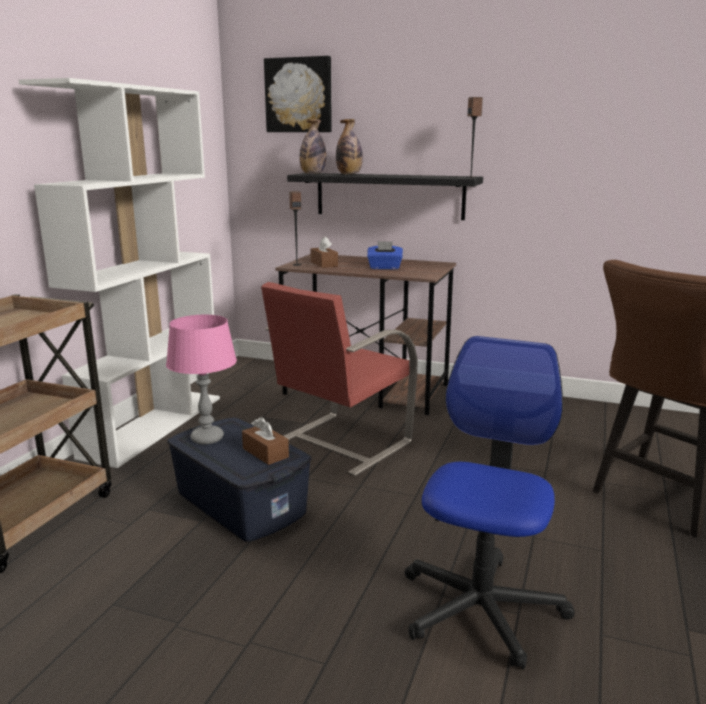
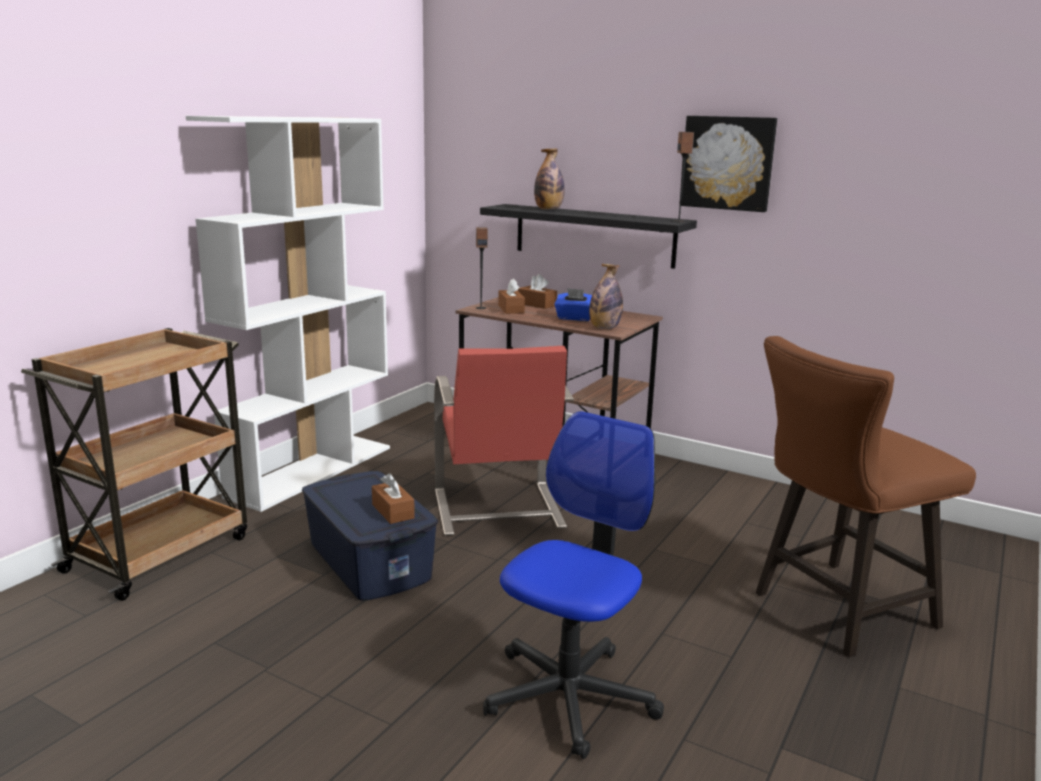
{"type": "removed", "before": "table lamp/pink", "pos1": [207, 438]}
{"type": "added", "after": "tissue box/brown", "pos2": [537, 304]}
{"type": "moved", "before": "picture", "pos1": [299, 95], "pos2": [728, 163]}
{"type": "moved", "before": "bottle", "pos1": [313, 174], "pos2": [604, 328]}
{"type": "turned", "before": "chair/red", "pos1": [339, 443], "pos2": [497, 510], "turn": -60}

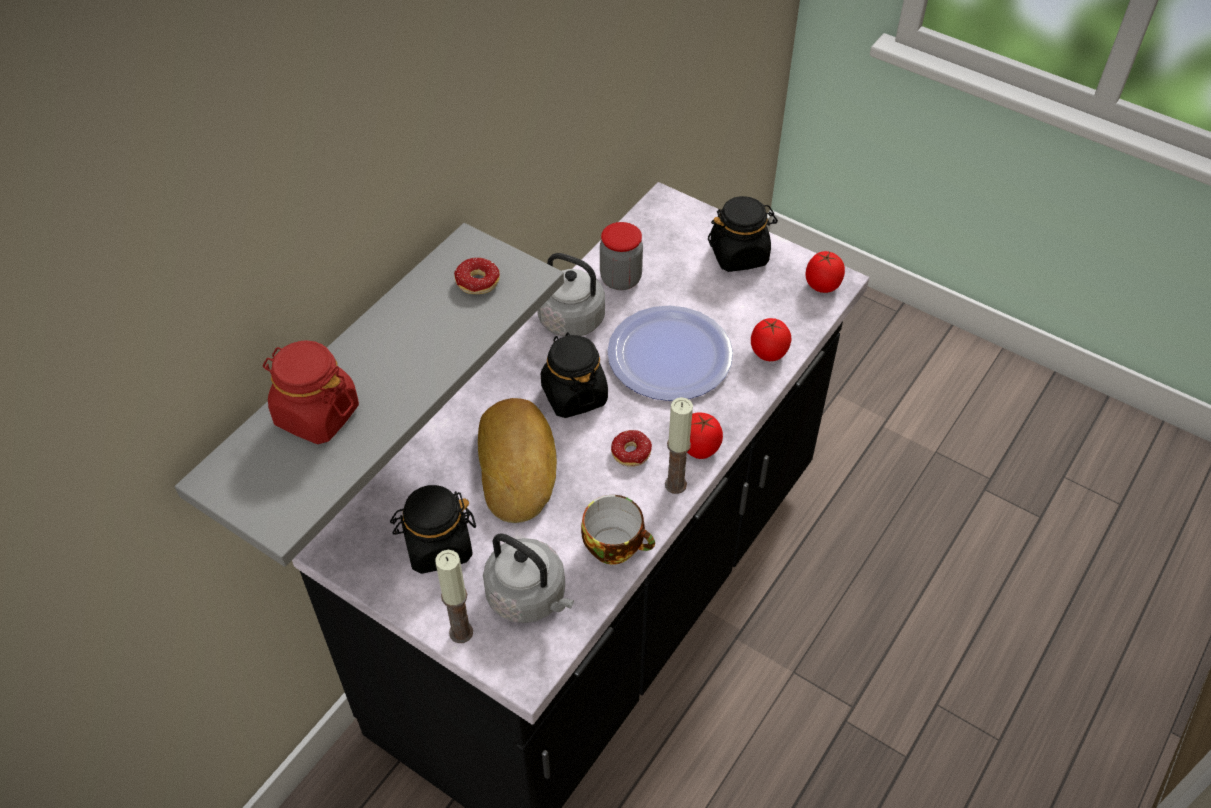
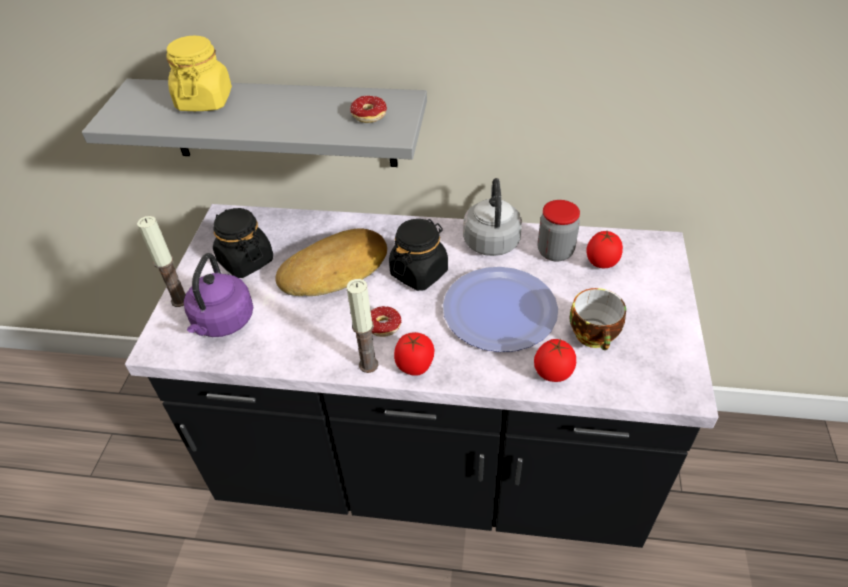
{"type": "removed", "before": "jar/black", "pos1": [739, 254]}
{"type": "moved", "before": "cup", "pos1": [616, 546], "pos2": [595, 336]}
{"type": "moved", "before": "tomato", "pos1": [822, 286], "pos2": [601, 263]}
{"type": "recoloured", "before": "jar/red", "after": "jar/yellow", "pos1": [316, 414], "pos2": [205, 100]}
{"type": "recoloured", "before": "kettle/grey", "after": "kettle/purple", "pos1": [529, 597], "pos2": [222, 322]}

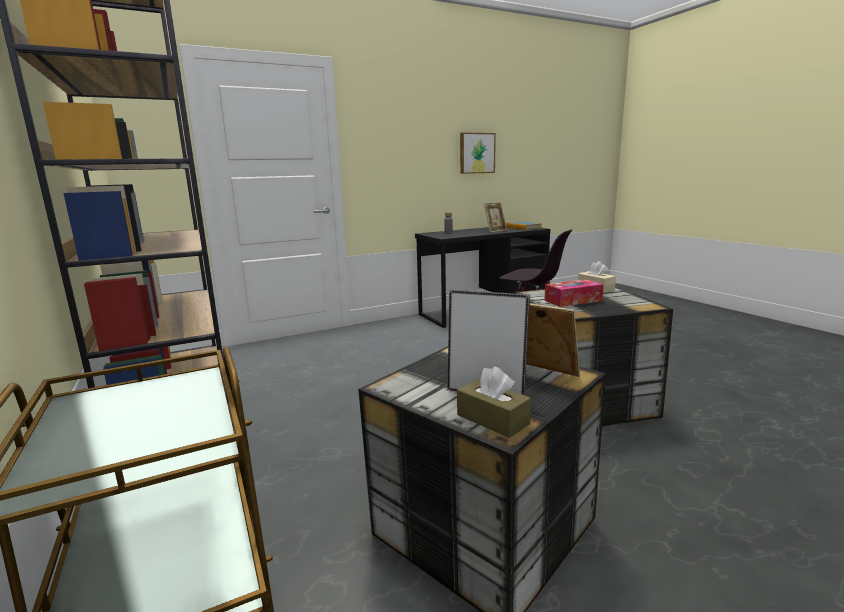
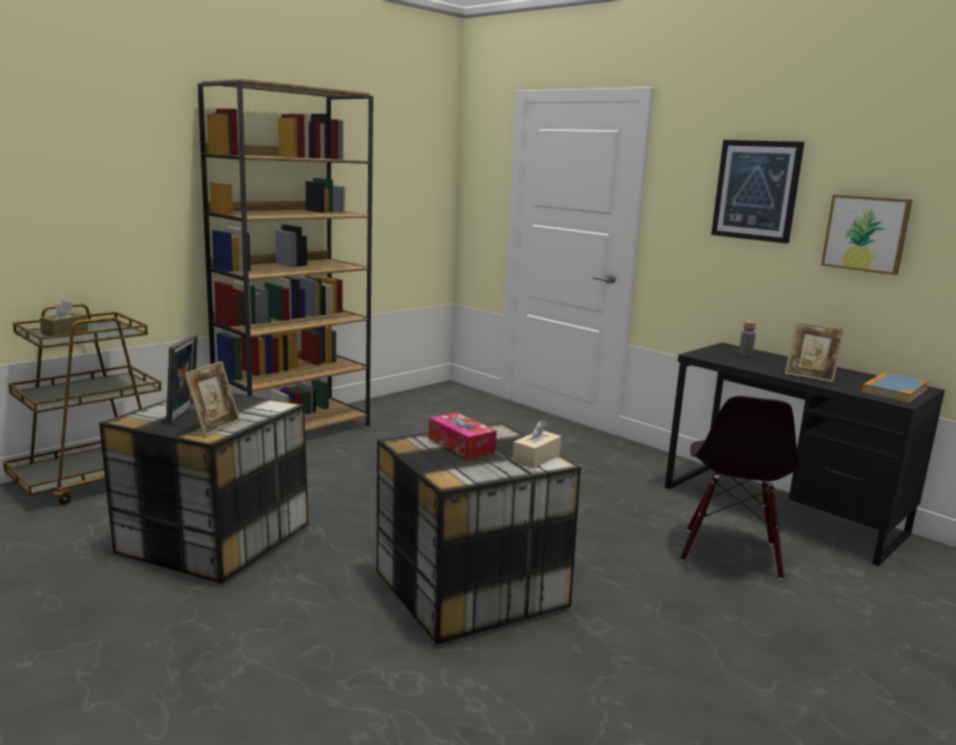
{"type": "added", "after": "picture", "pos2": [756, 190]}
{"type": "moved", "before": "tissue box/brown", "pos1": [492, 419], "pos2": [65, 332]}

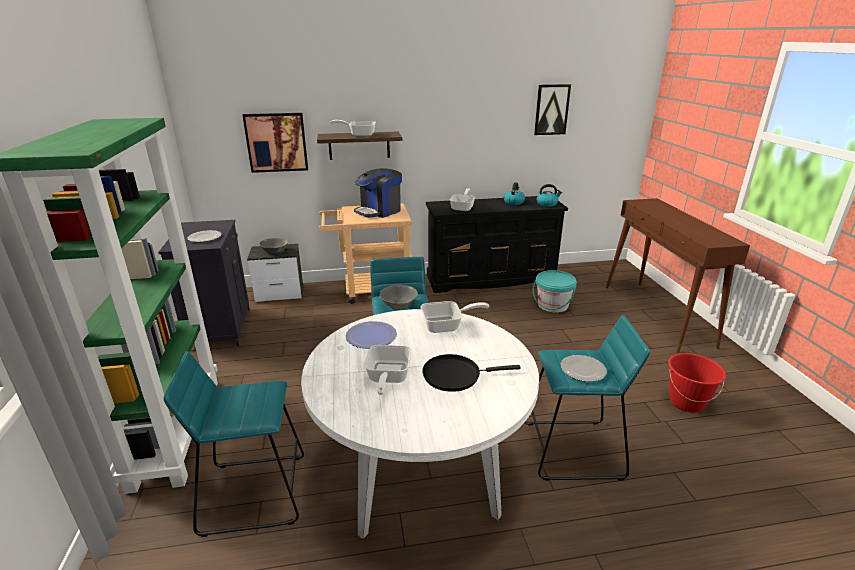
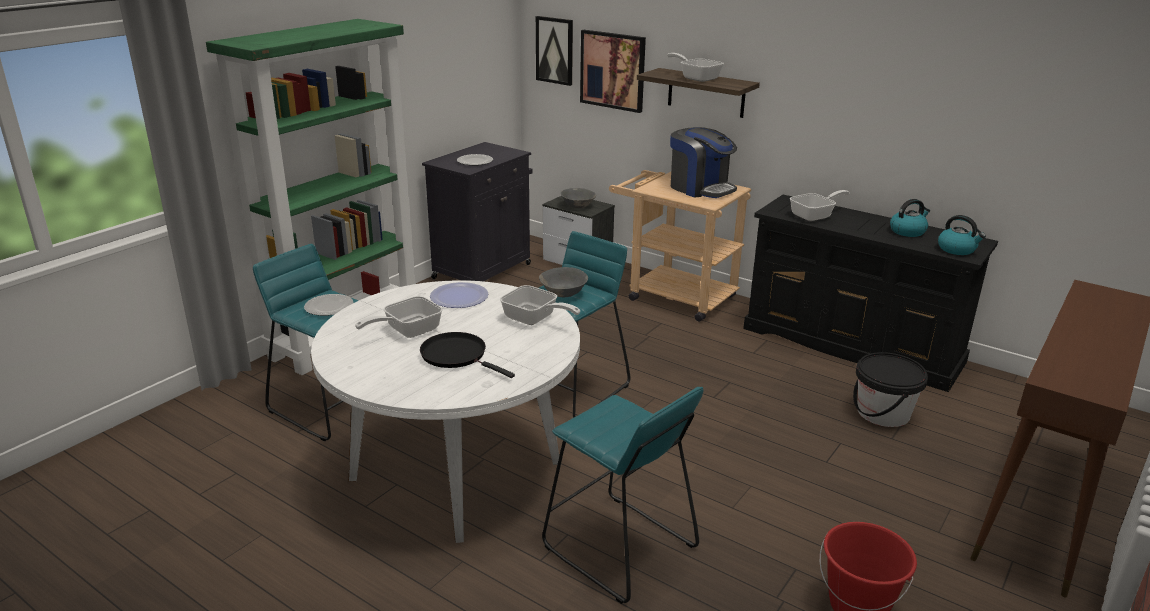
{"type": "moved", "before": "picture", "pos1": [551, 109], "pos2": [555, 50]}
{"type": "moved", "before": "plate", "pos1": [582, 370], "pos2": [328, 307]}
{"type": "recoloured", "before": "bucket/turquoise", "after": "bucket/black", "pos1": [552, 305], "pos2": [883, 413]}
{"type": "turned", "before": "coffee machine", "pos1": [379, 211], "pos2": [700, 188], "turn": -135}

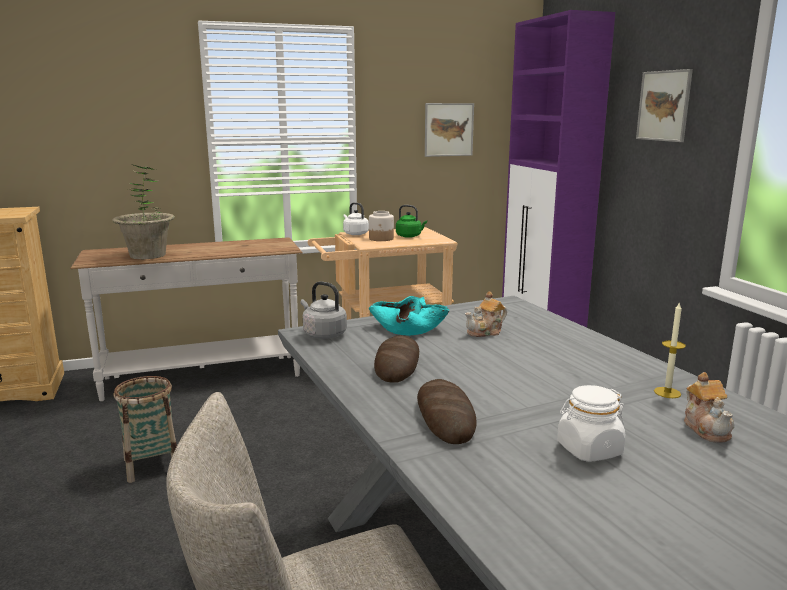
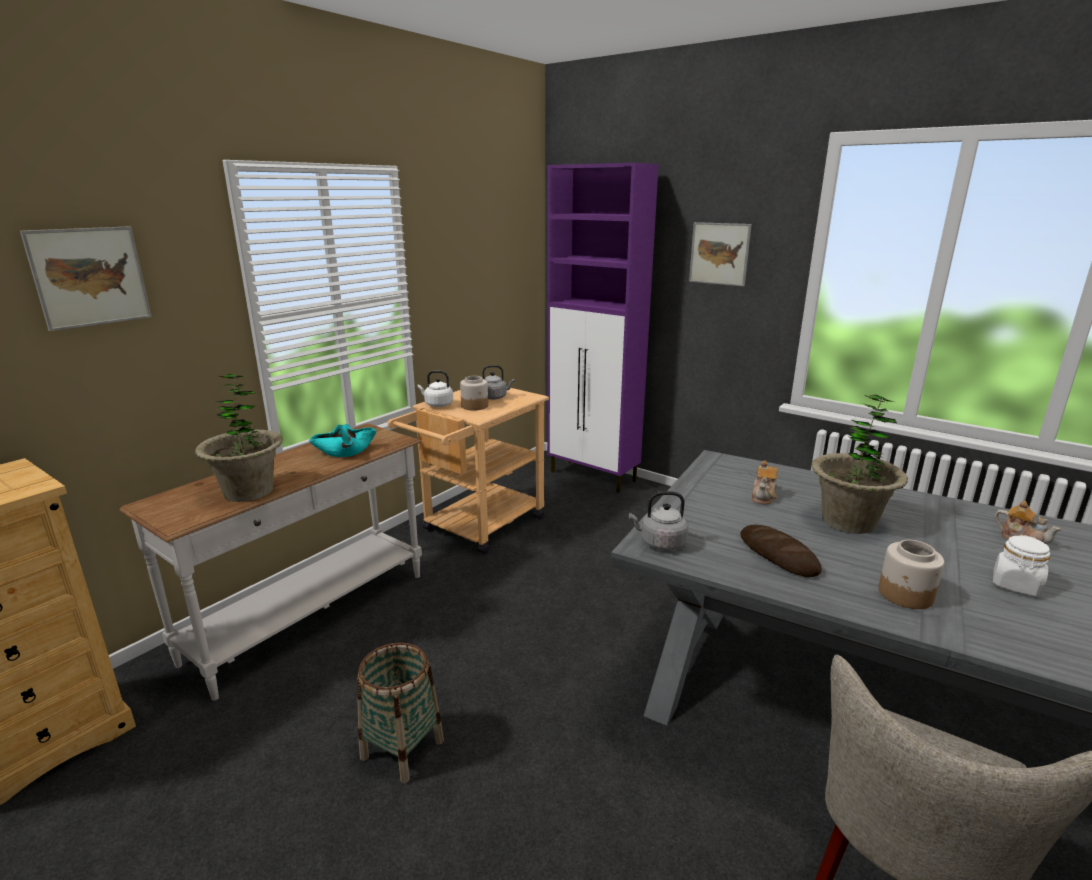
{"type": "removed", "before": "candle", "pos1": [667, 392]}
{"type": "added", "after": "potted plant", "pos2": [848, 521]}
{"type": "moved", "before": "bowl/turquoise", "pos1": [408, 328], "pos2": [345, 450]}
{"type": "moved", "before": "picture", "pos1": [448, 129], "pos2": [90, 277]}
{"type": "replaced", "before": "bread", "after": "jar", "pos1": [445, 417], "pos2": [905, 595]}
{"type": "recoloured", "before": "kettle/green", "after": "kettle/grey", "pos1": [410, 236], "pos2": [495, 397]}

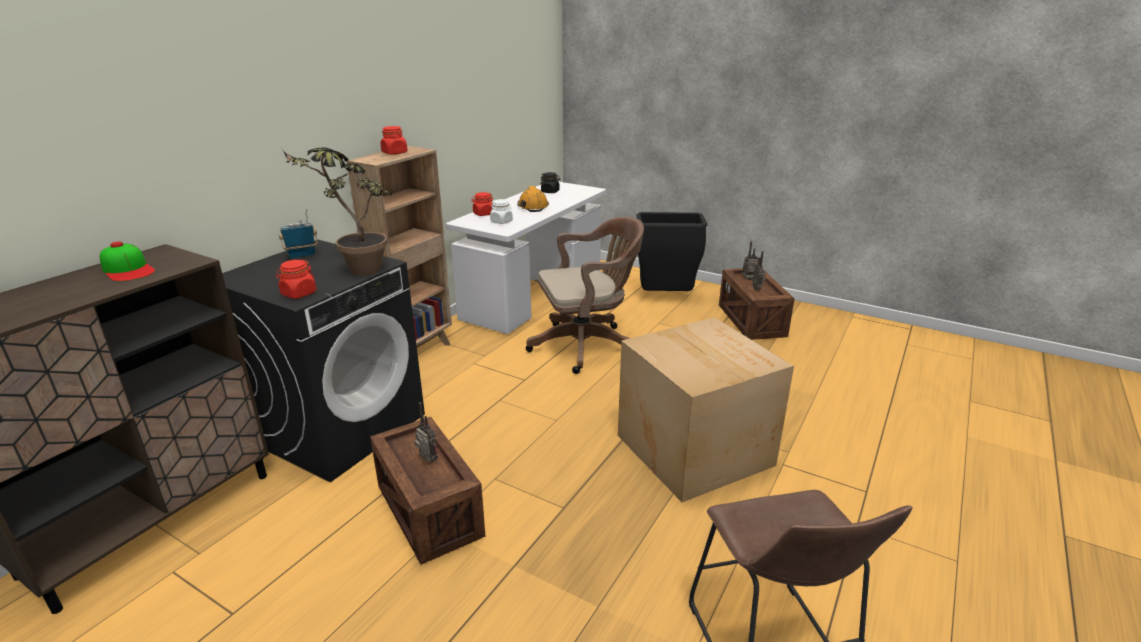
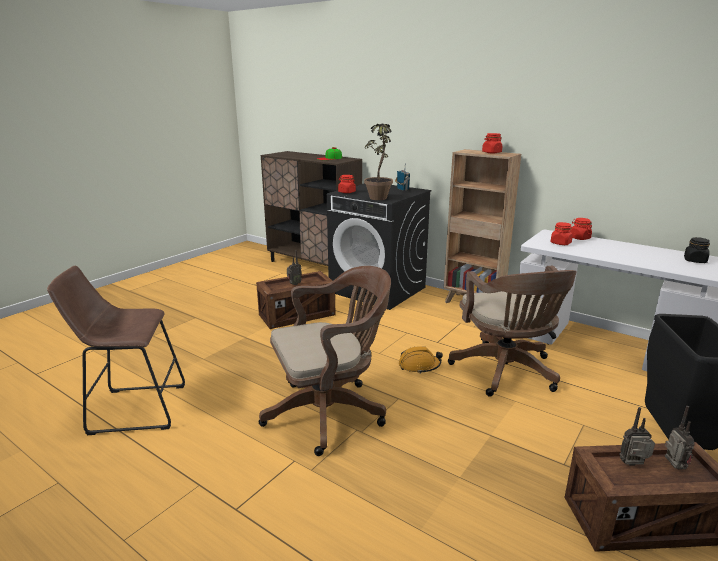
{"type": "moved", "before": "hard hat/orange", "pos1": [532, 206], "pos2": [419, 366]}
{"type": "replaced", "before": "cardboard box", "after": "office chair/brown", "pos1": [694, 448], "pos2": [330, 412]}
{"type": "recoloured", "before": "jar/white", "after": "jar/red", "pos1": [501, 222], "pos2": [560, 243]}

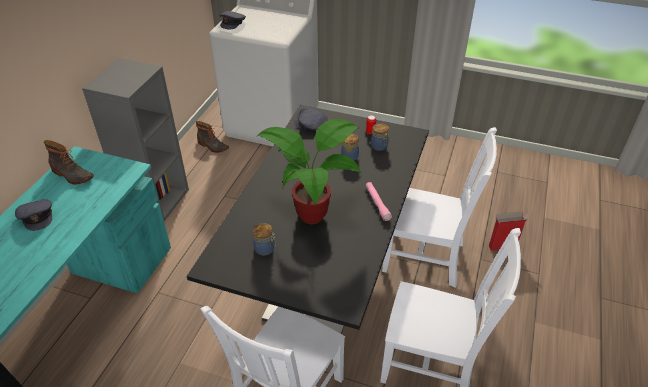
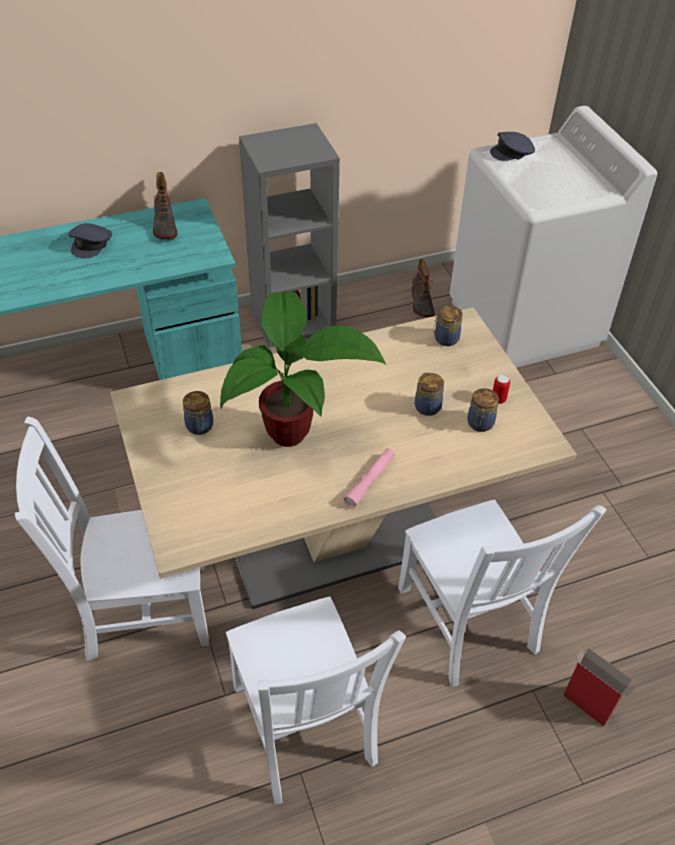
{"type": "replaced", "before": "cap/grey", "after": "jar", "pos1": [311, 125], "pos2": [445, 339]}
{"type": "recoloured", "before": "dining table/black", "after": "dining table/beige", "pos1": [324, 275], "pos2": [334, 534]}

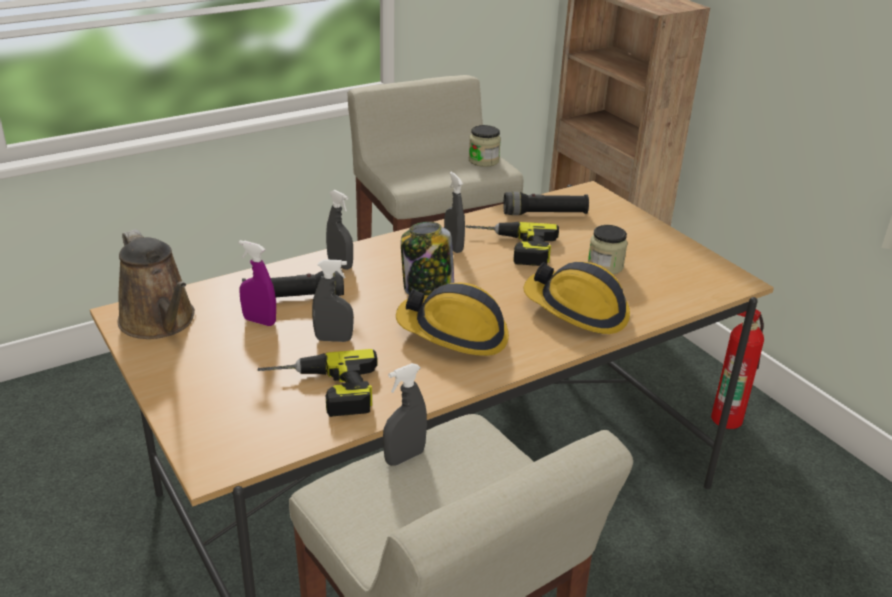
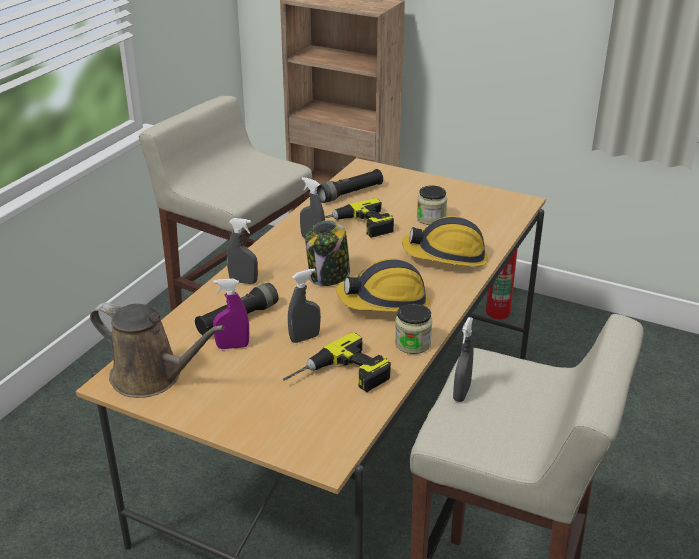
{"type": "moved", "before": "jar", "pos1": [483, 161], "pos2": [412, 344]}

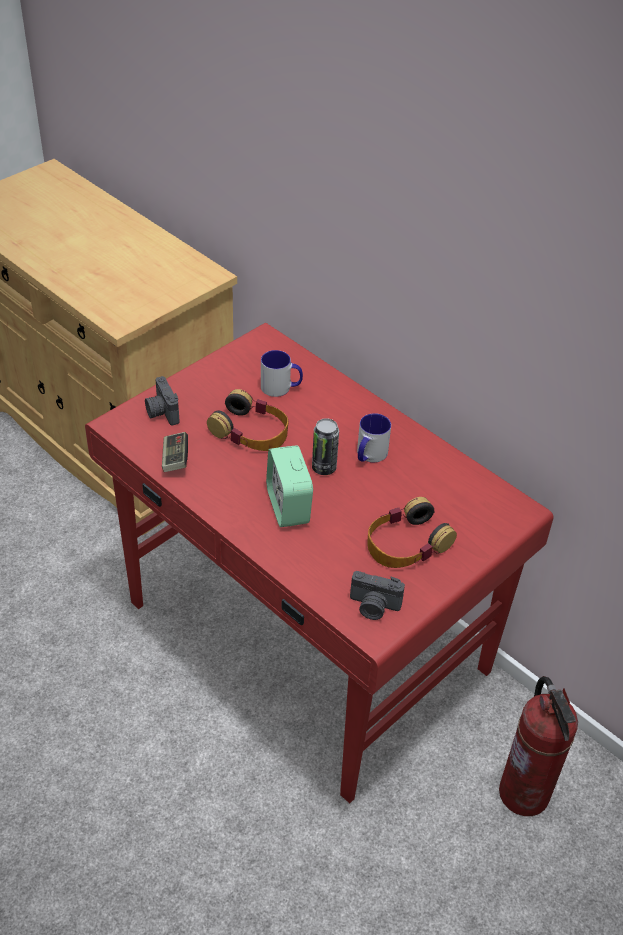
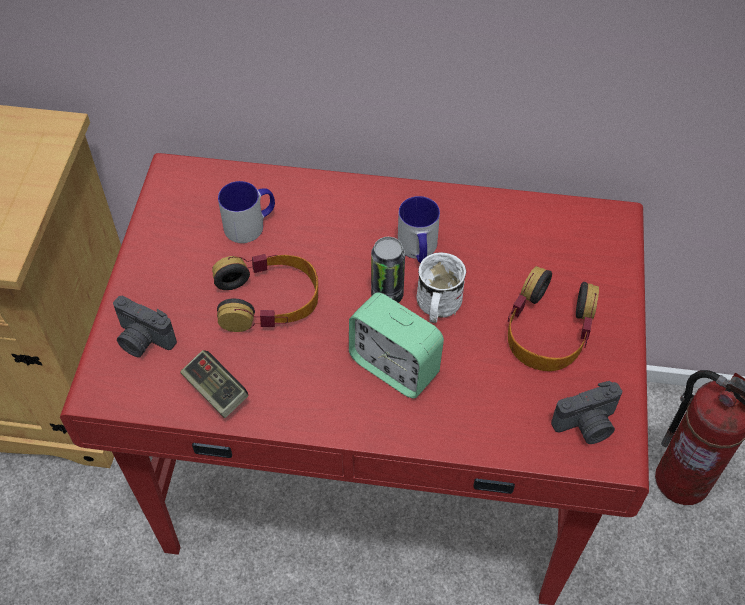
{"type": "added", "after": "mug/white", "pos2": [436, 307]}

